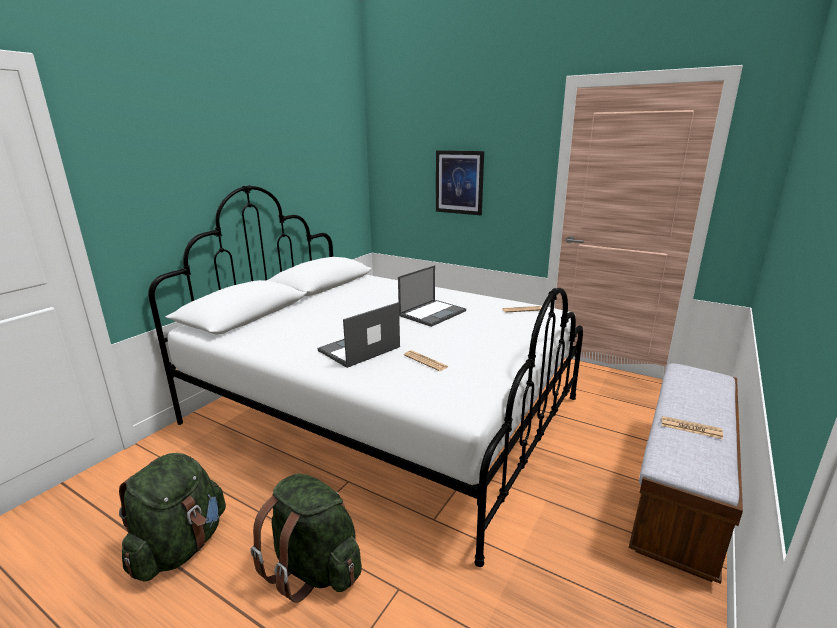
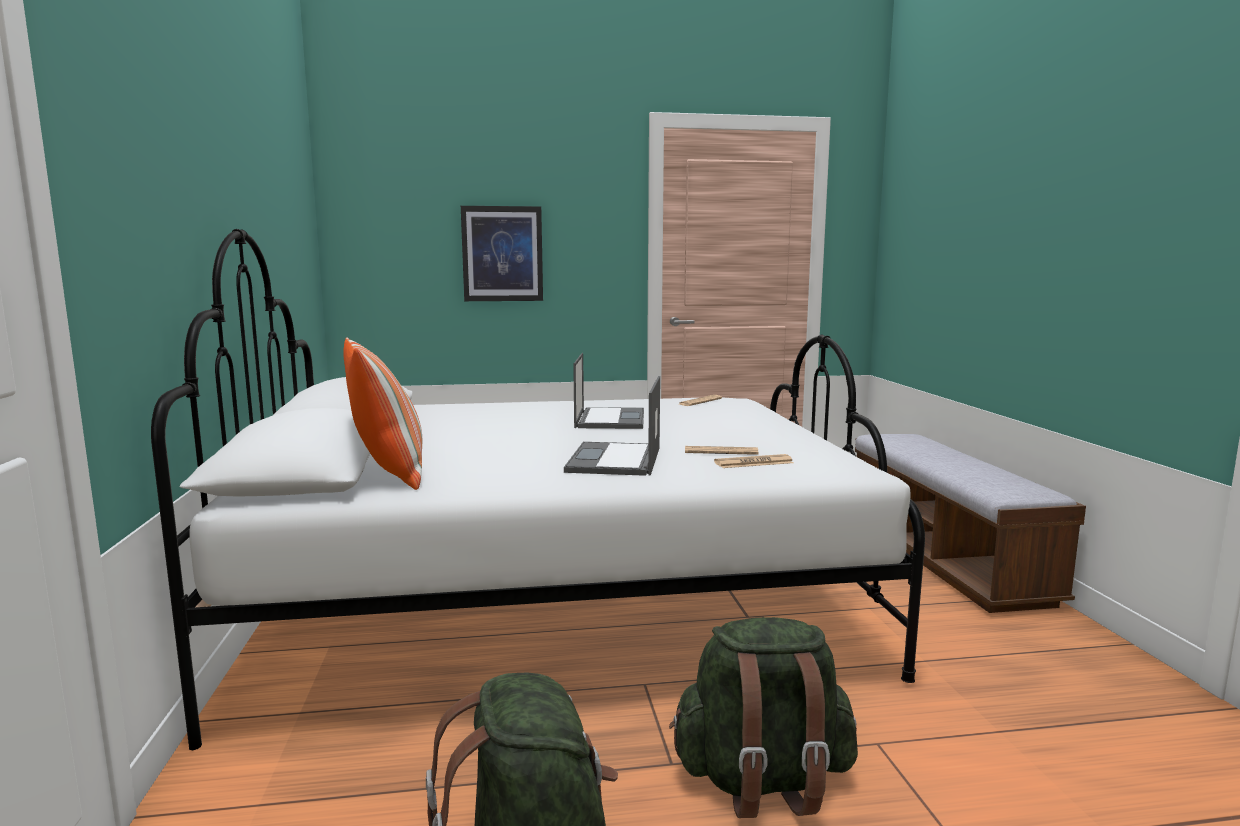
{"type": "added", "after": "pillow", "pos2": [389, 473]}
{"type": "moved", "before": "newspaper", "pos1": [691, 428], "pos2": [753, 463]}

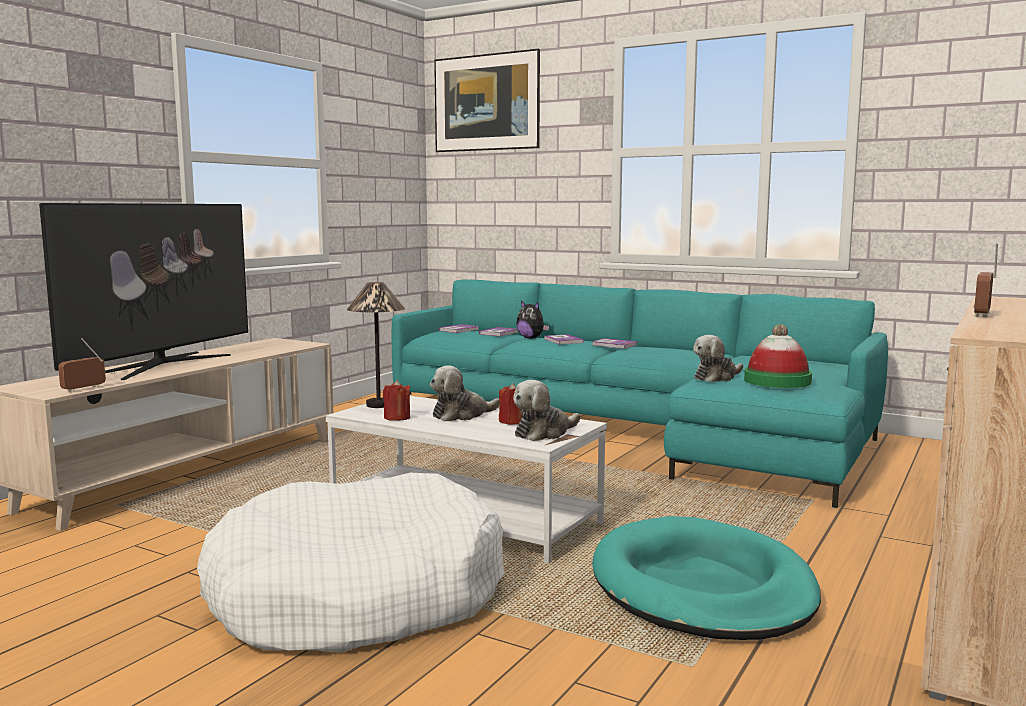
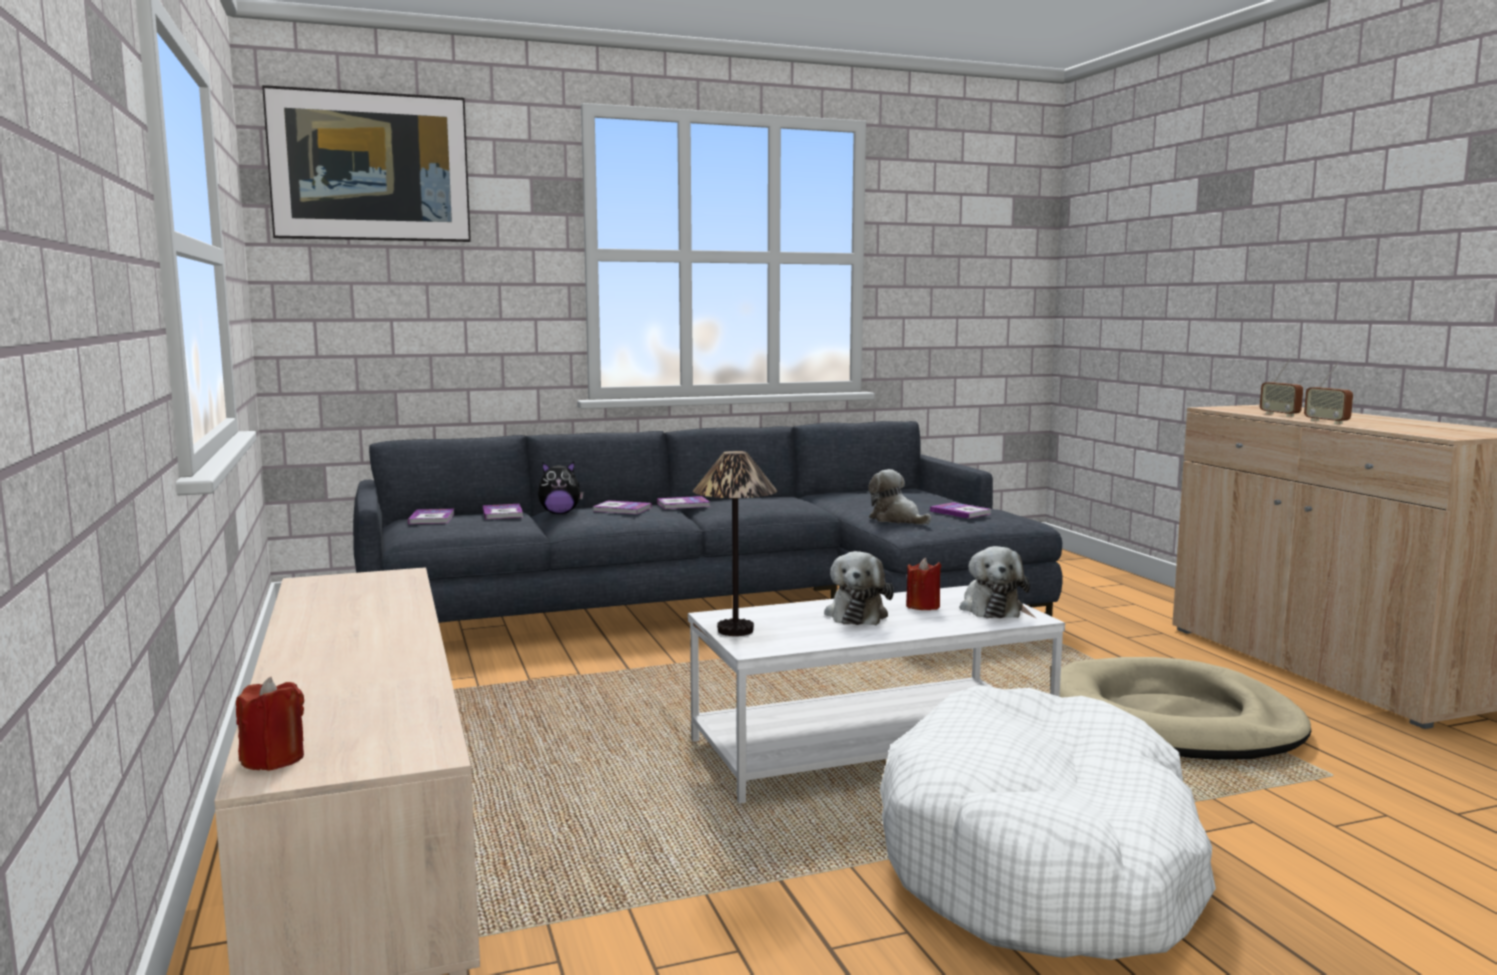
{"type": "removed", "before": "television", "pos1": [162, 365]}
{"type": "moved", "before": "radio", "pos1": [84, 389], "pos2": [1280, 415]}
{"type": "moved", "before": "candle/red", "pos1": [397, 418], "pos2": [273, 759]}
{"type": "replaced", "before": "hat", "after": "book", "pos1": [777, 381], "pos2": [960, 512]}
{"type": "recoloured", "before": "sofa/turquoise", "after": "sofa/grey", "pos1": [636, 430], "pos2": [725, 606]}
{"type": "recoloured", "before": "dog bed/turquoise", "after": "dog bed/beige", "pos1": [702, 587], "pos2": [1174, 720]}
{"type": "turned", "before": "plush toy", "pos1": [716, 377], "pos2": [897, 520], "turn": 135}

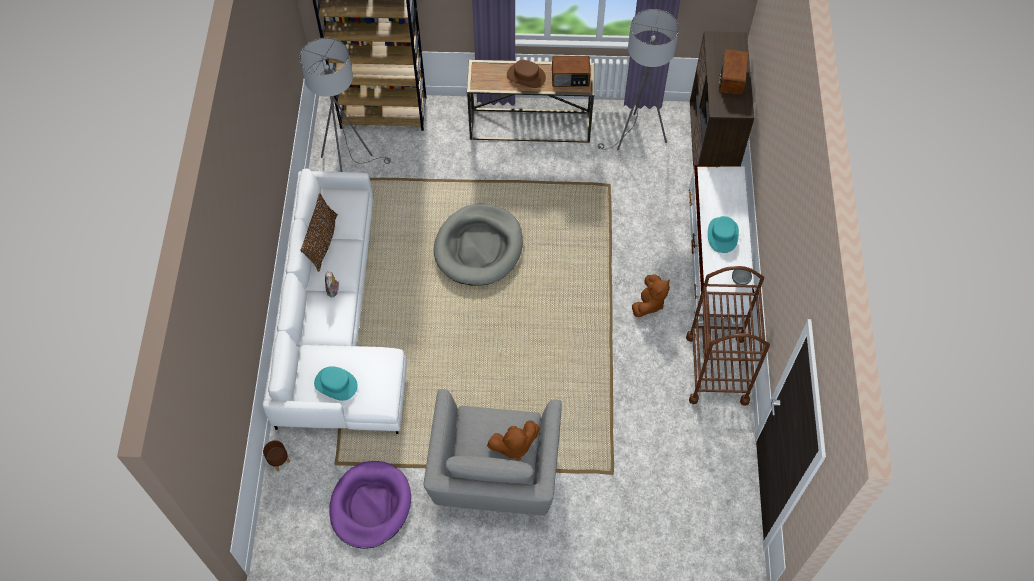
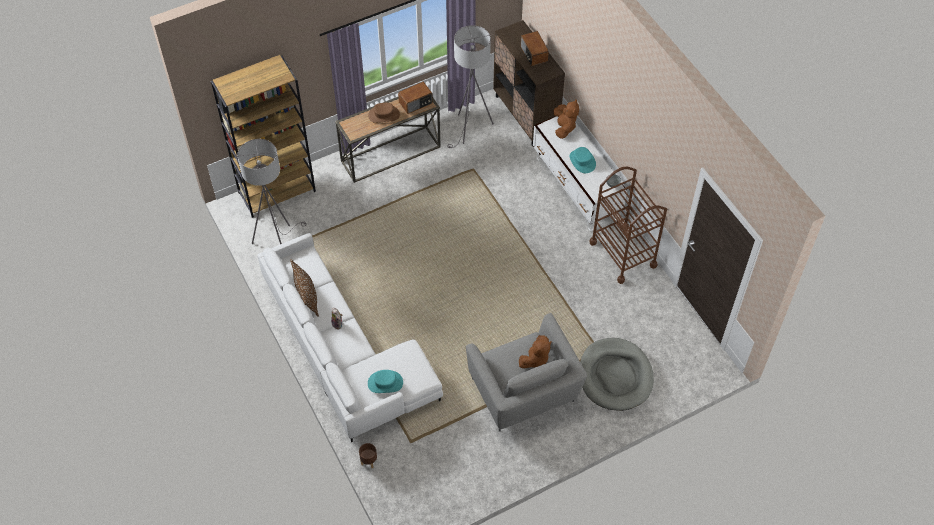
{"type": "removed", "before": "dog bed/purple", "pos1": [370, 505]}
{"type": "moved", "before": "dog bed/grey", "pos1": [479, 247], "pos2": [615, 376]}
{"type": "moved", "before": "plush toy/brown", "pos1": [649, 303], "pos2": [564, 127]}

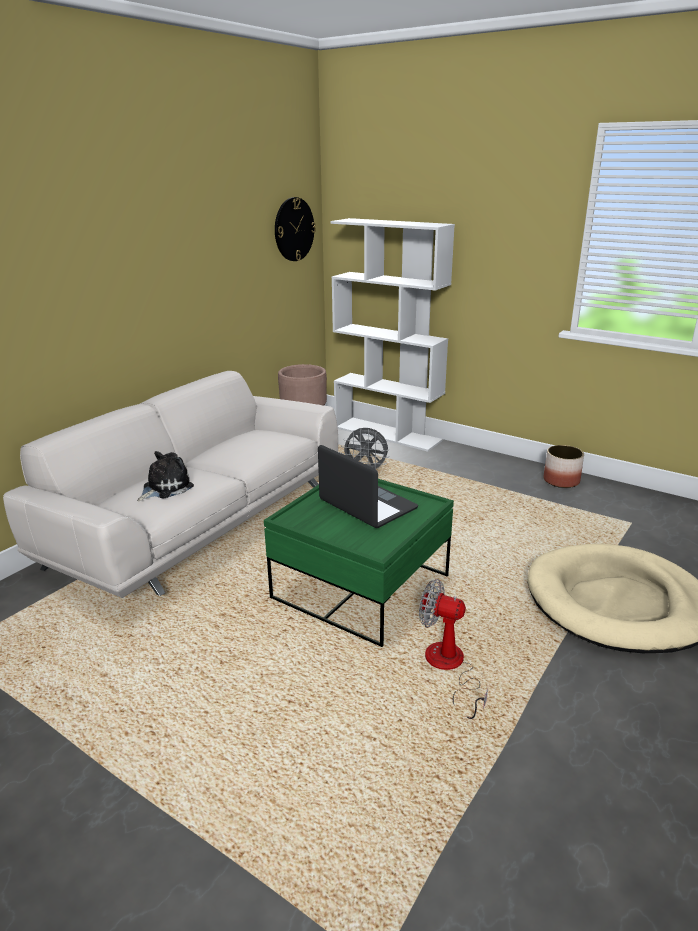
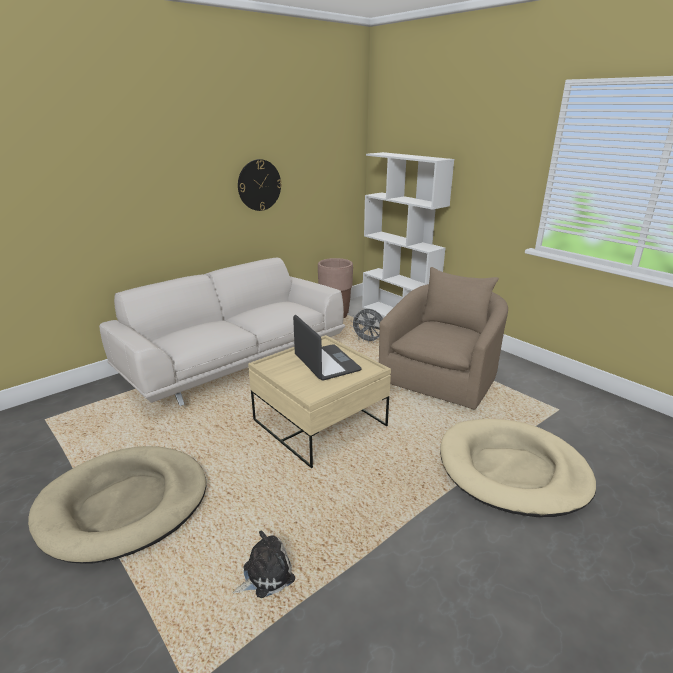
{"type": "removed", "before": "fan", "pos1": [449, 668]}
{"type": "removed", "before": "planter", "pos1": [561, 480]}
{"type": "added", "after": "dog bed/beige", "pos2": [124, 505]}
{"type": "added", "after": "armchair/beige", "pos2": [442, 376]}
{"type": "moved", "before": "plush toy", "pos1": [165, 488], "pos2": [265, 575]}
{"type": "moved", "before": "wall clock", "pos1": [294, 229], "pos2": [259, 185]}
{"type": "recoloured", "before": "coffee table/green", "after": "coffee table/beige", "pos1": [360, 587], "pos2": [319, 423]}

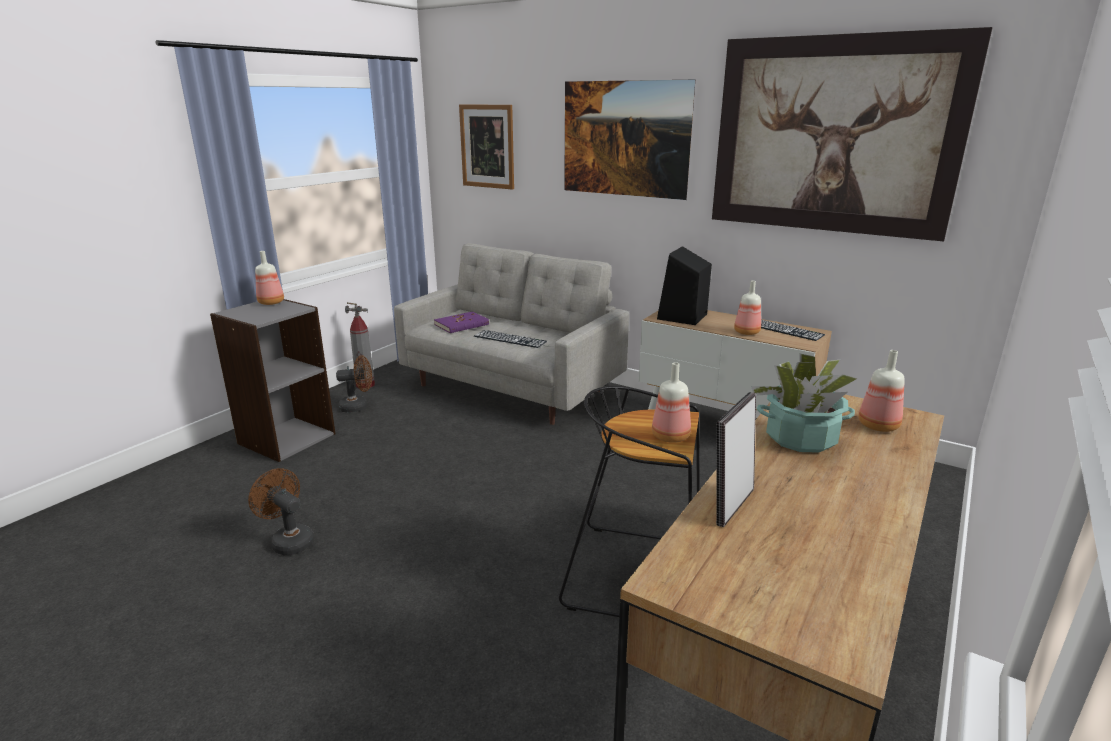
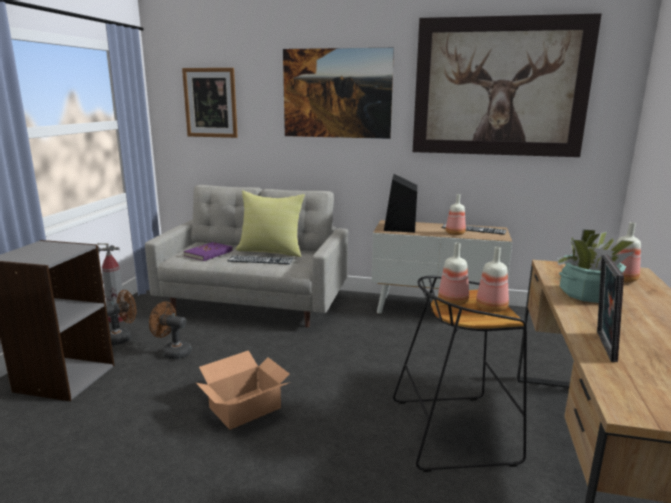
{"type": "added", "after": "cardboard box", "pos2": [246, 408]}
{"type": "added", "after": "pillow/yellow", "pos2": [271, 251]}
{"type": "moved", "before": "fan/brown", "pos1": [289, 540], "pos2": [172, 352]}
{"type": "moved", "before": "bottle", "pos1": [272, 302], "pos2": [453, 301]}

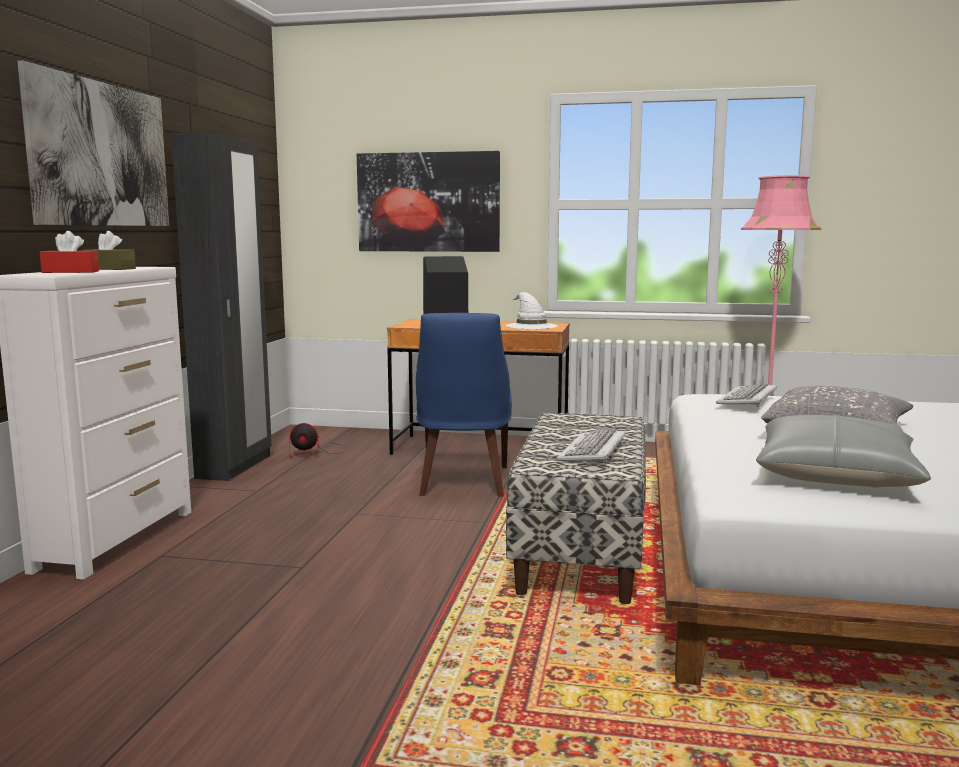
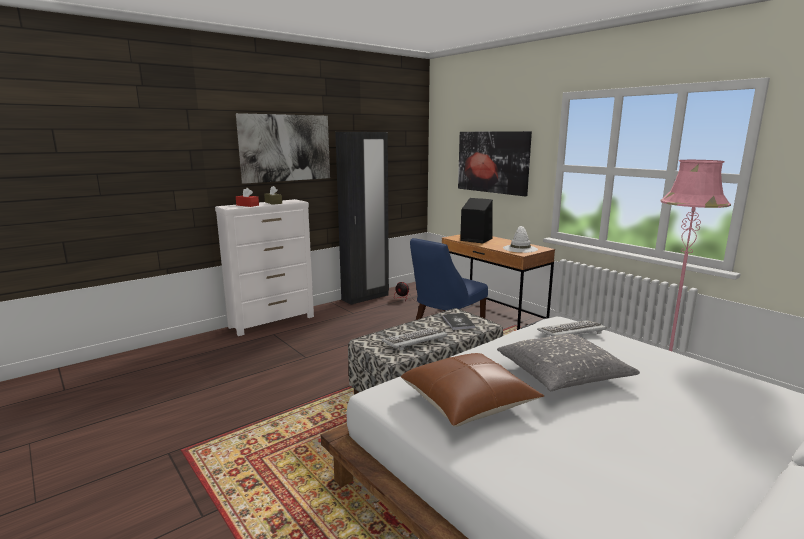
{"type": "added", "after": "book", "pos2": [458, 322]}
{"type": "recoloured", "before": "pillow/grey", "after": "pillow/brown", "pos1": [836, 475], "pos2": [468, 402]}

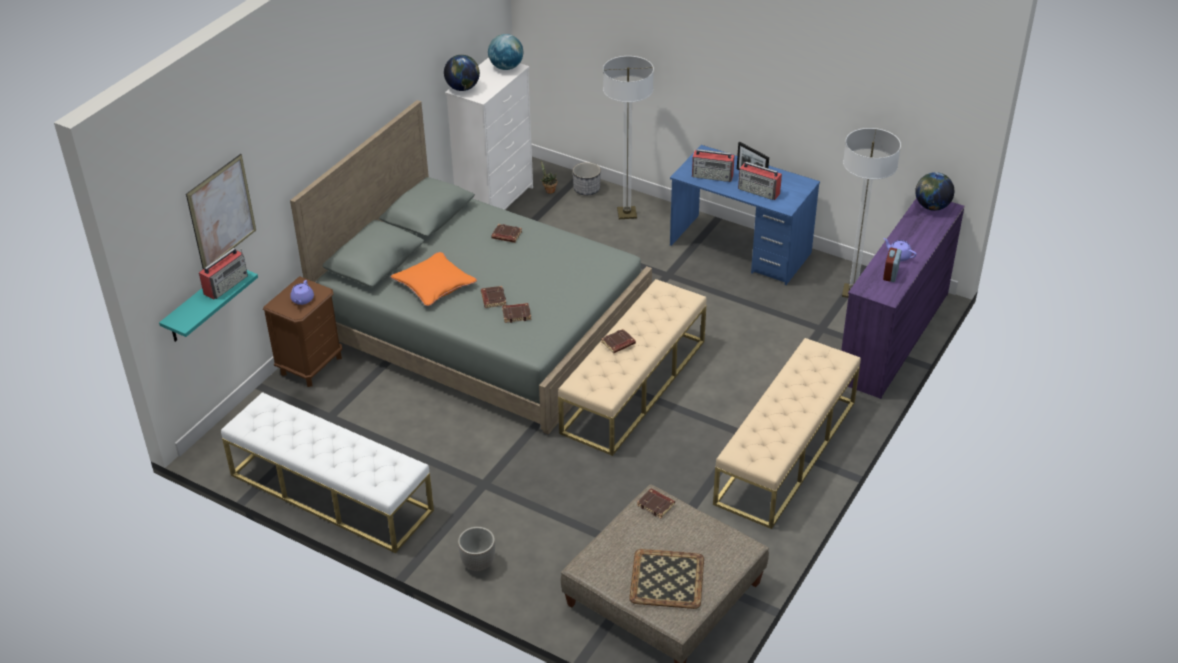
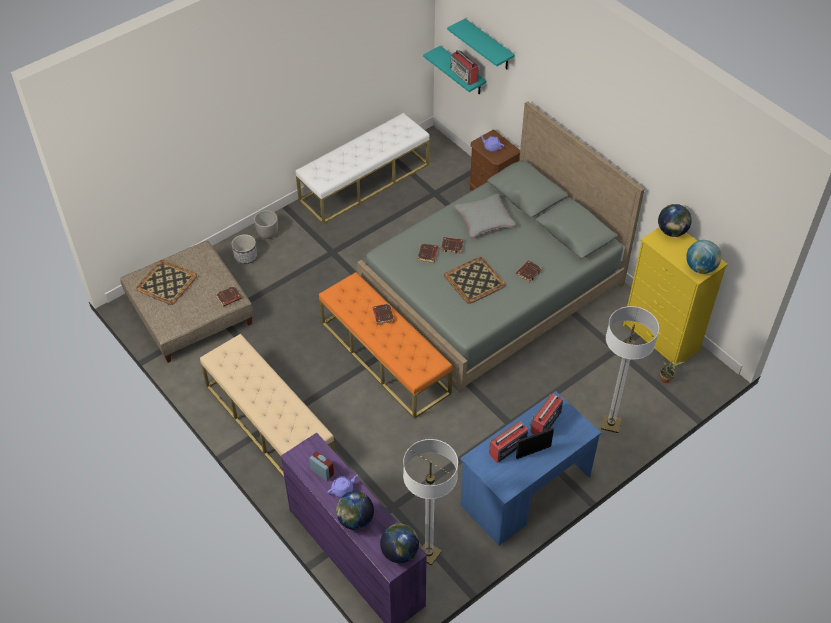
{"type": "added", "after": "globe", "pos2": [355, 520]}
{"type": "added", "after": "tray", "pos2": [475, 280]}
{"type": "moved", "before": "planter", "pos1": [587, 189], "pos2": [246, 257]}
{"type": "replaced", "before": "picture", "after": "shelf/turquoise", "pos1": [221, 212], "pos2": [489, 45]}
{"type": "recoloured", "before": "pillow/orange", "after": "pillow/grey", "pos1": [434, 284], "pos2": [484, 219]}
{"type": "recoloured", "before": "dresser/white", "after": "dresser/yellow", "pos1": [496, 201], "pos2": [661, 338]}
{"type": "recoloured", "before": "bench/beige", "after": "bench/orange", "pos1": [634, 386], "pos2": [385, 358]}

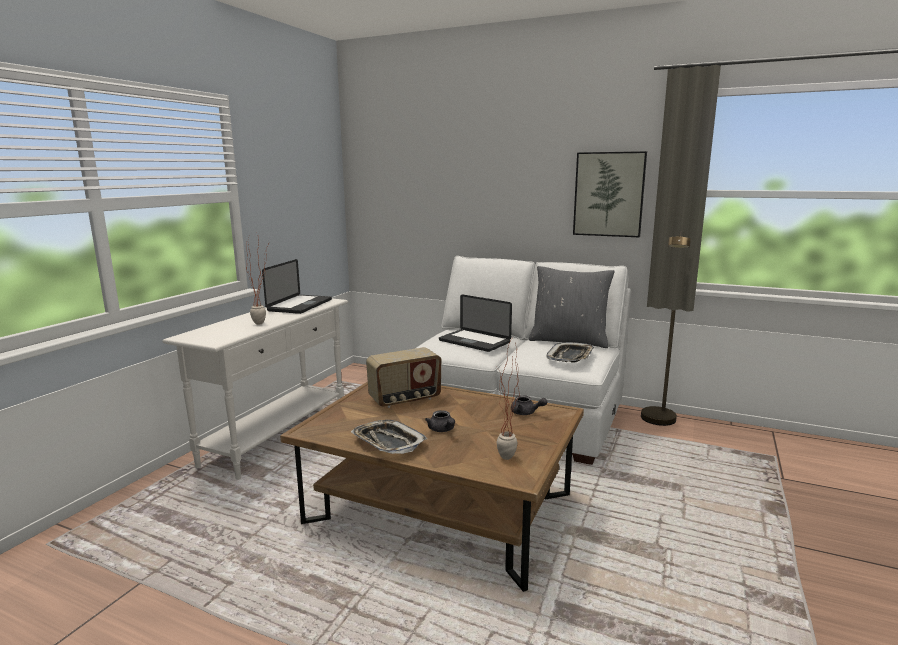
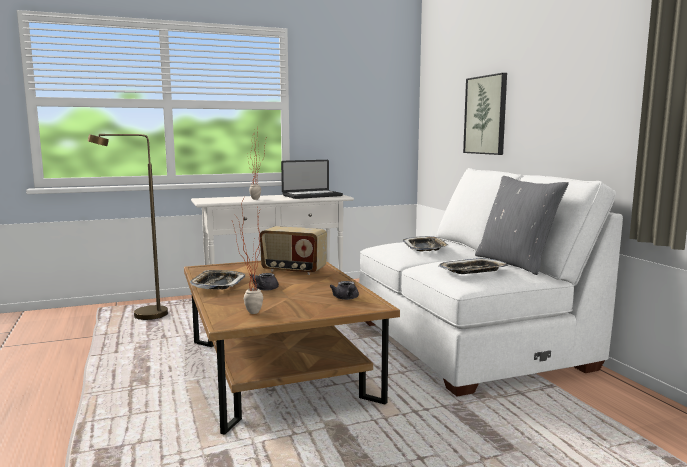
{"type": "moved", "before": "picture", "pos1": [609, 194], "pos2": [486, 115]}
{"type": "moved", "before": "floor lamp/brown", "pos1": [659, 422], "pos2": [141, 317]}
{"type": "replaced", "before": "laptop", "after": "tray", "pos1": [474, 341], "pos2": [425, 248]}

